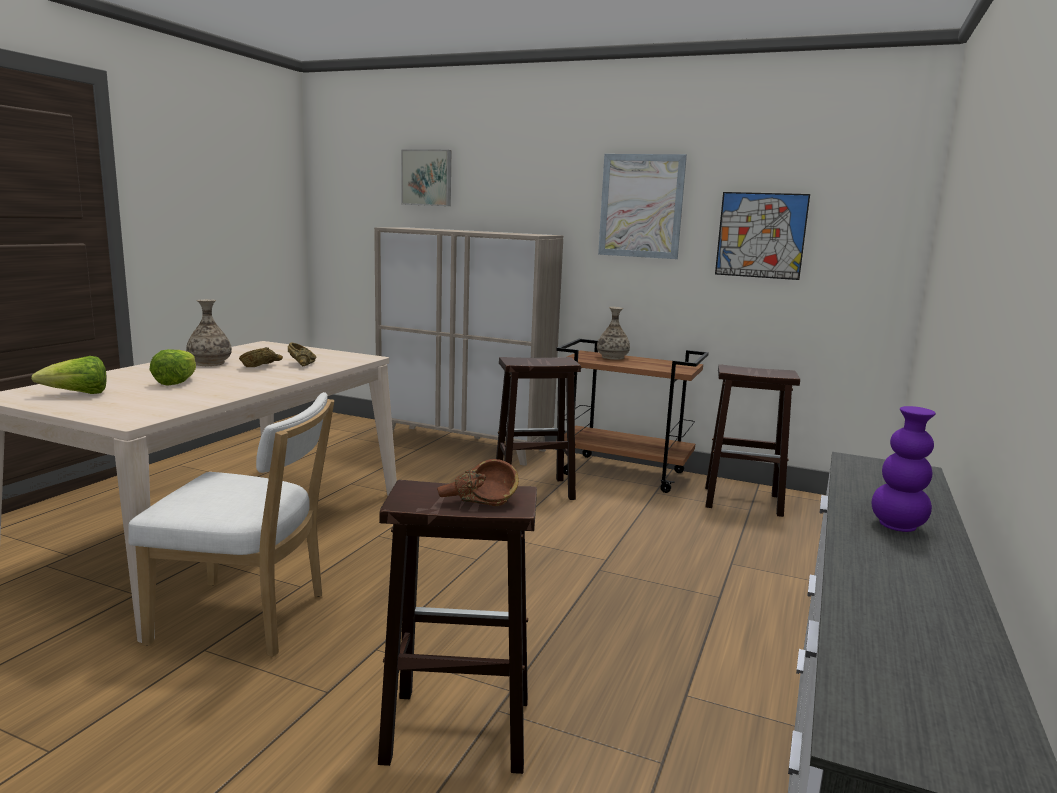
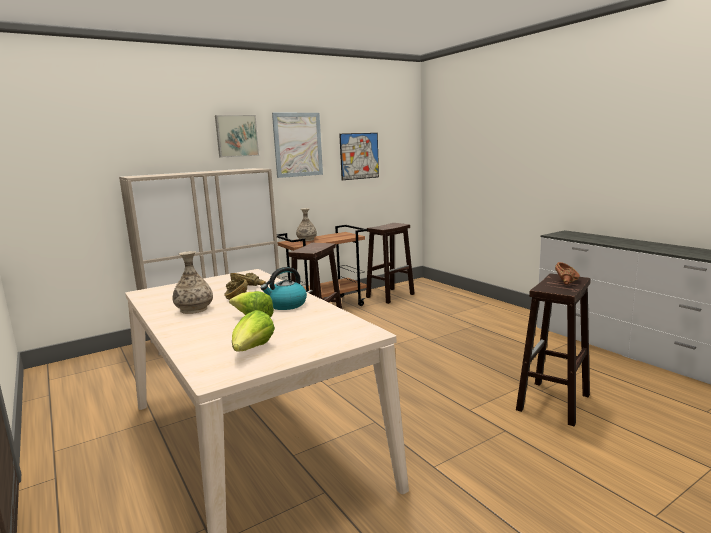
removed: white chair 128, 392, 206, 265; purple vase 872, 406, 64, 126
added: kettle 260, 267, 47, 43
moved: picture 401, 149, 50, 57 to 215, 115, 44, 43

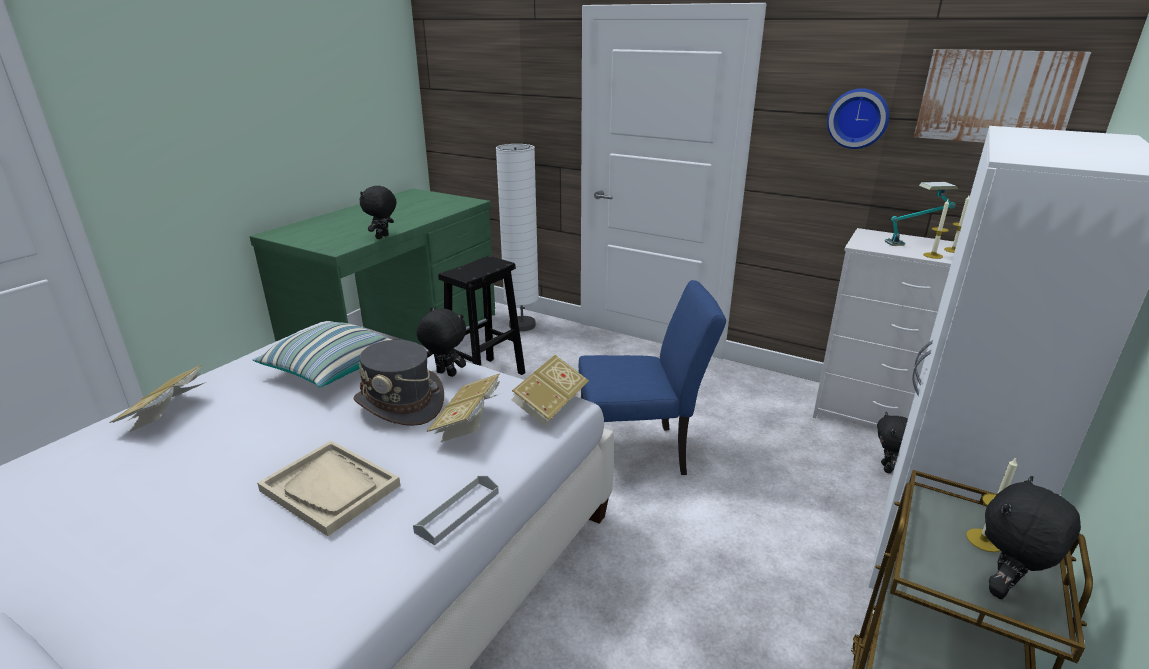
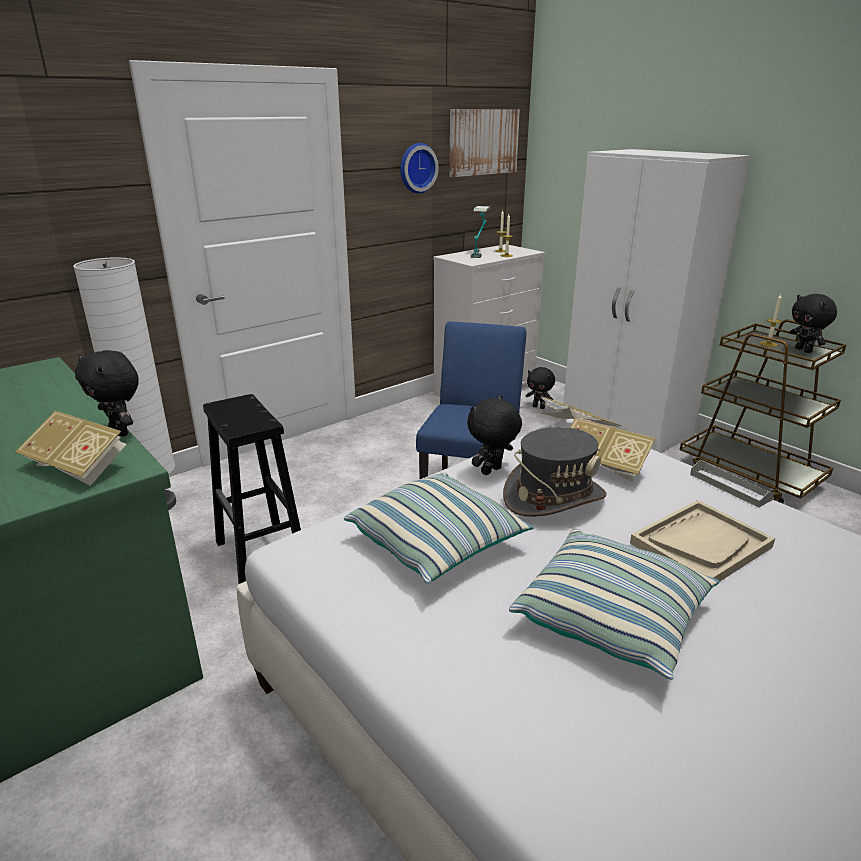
added: pillow 509, 529, 210, 151
moved: book 109, 364, 98, 68 to 15, 411, 111, 75

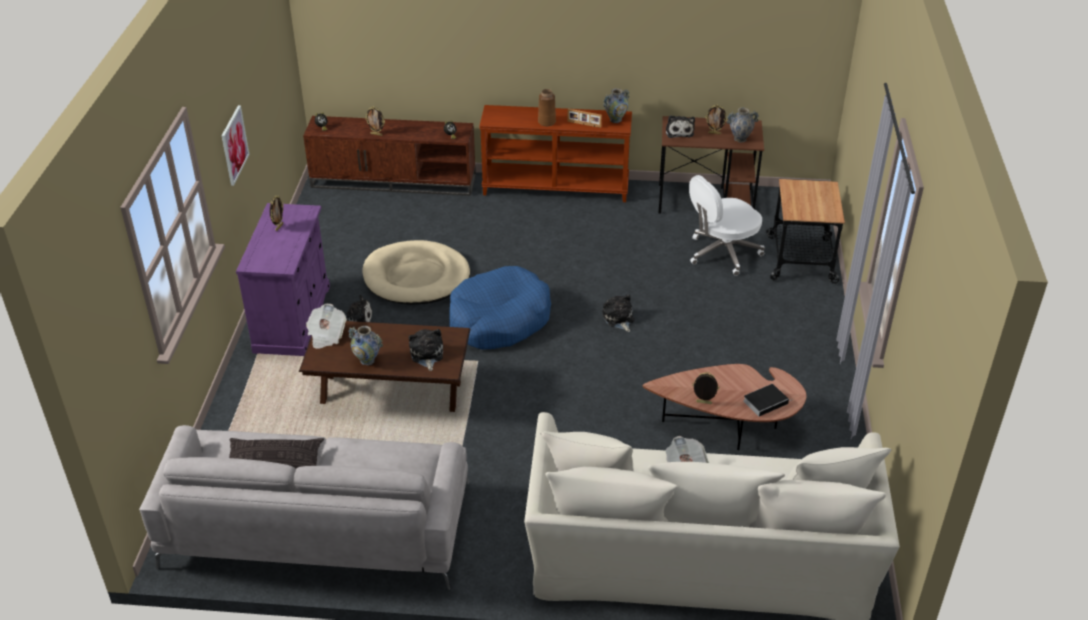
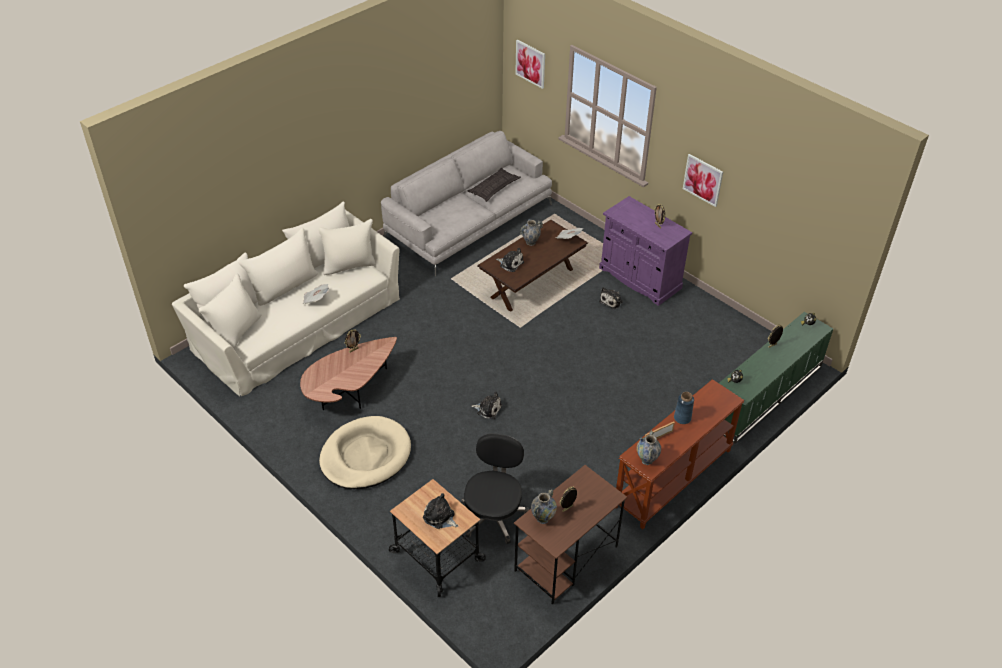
removed: blue dog bed 449, 266, 102, 83; book 743, 384, 49, 33
added: picture 515, 40, 30, 49
moved: plush toy 666, 115, 29, 23 to 423, 493, 35, 36; beige dog bed 362, 240, 108, 65 to 319, 416, 92, 73
recoloured: brown vase 538, 89, 18, 37 to blue vase 674, 392, 20, 32; brown tv stand 303, 116, 173, 80 to green tv stand 719, 312, 114, 132; white office chair 689, 175, 76, 101 to black office chair 461, 433, 68, 111

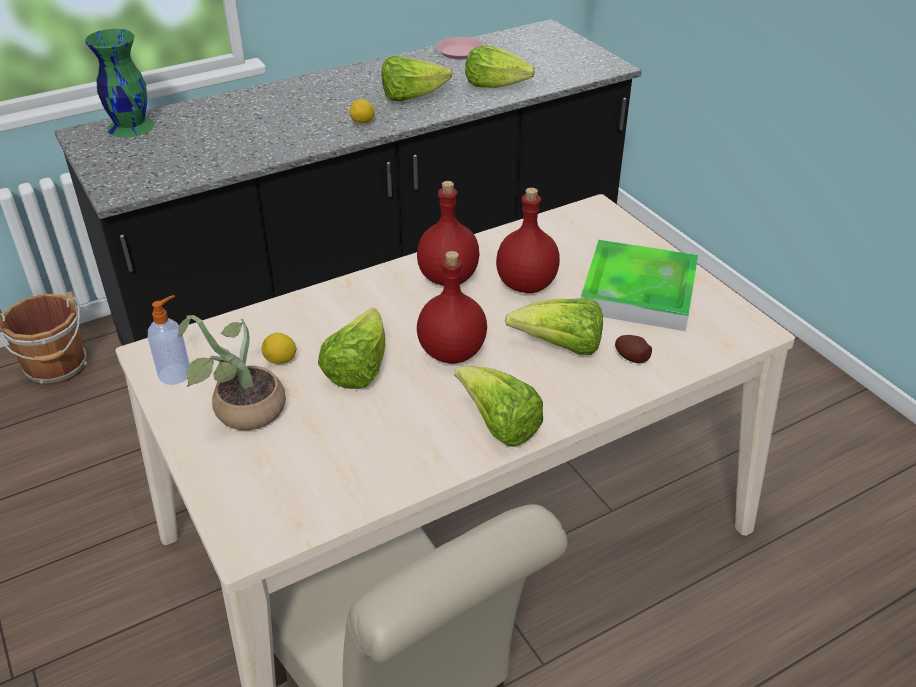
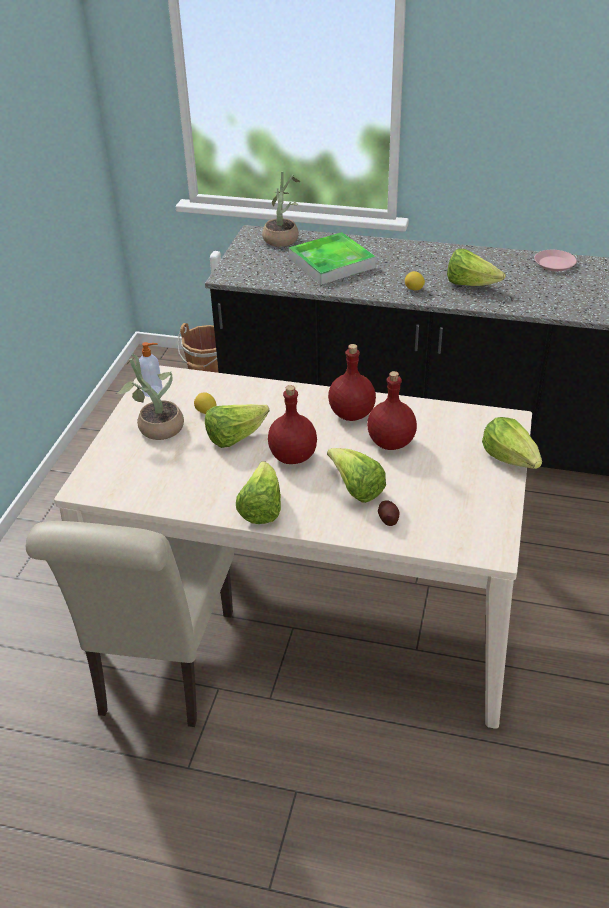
moved: lettuce 465, 45, 70, 43 to 482, 417, 60, 52; tray 581, 240, 117, 91 to 289, 232, 87, 53
replaced: green vase 85, 29, 69, 108 to potted plant 262, 172, 39, 75

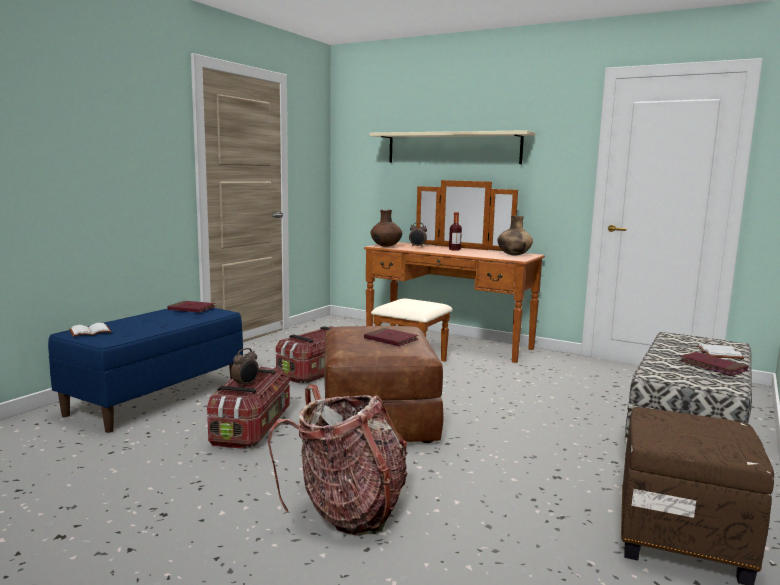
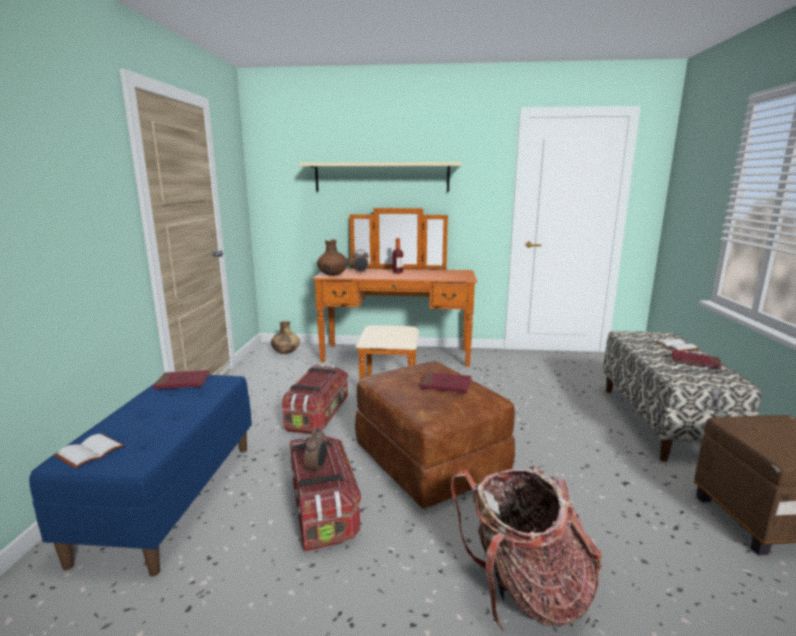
moved: brown vase 498, 216, 35, 40 to 271, 321, 29, 33

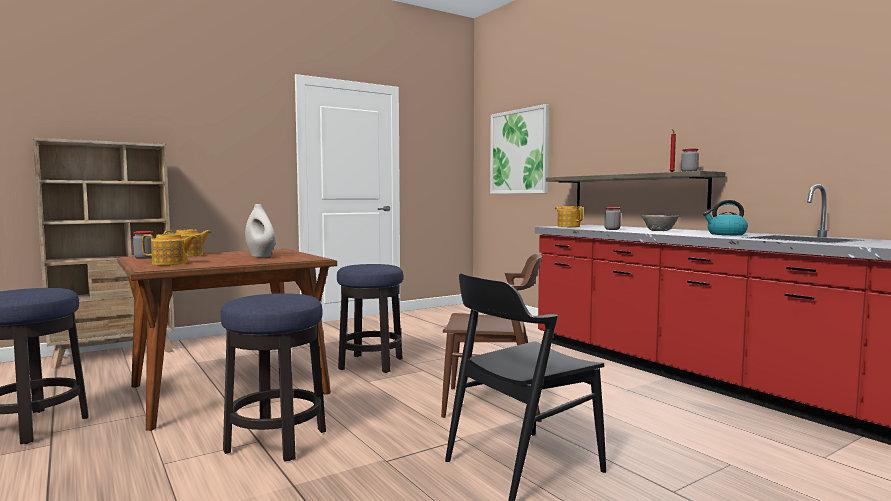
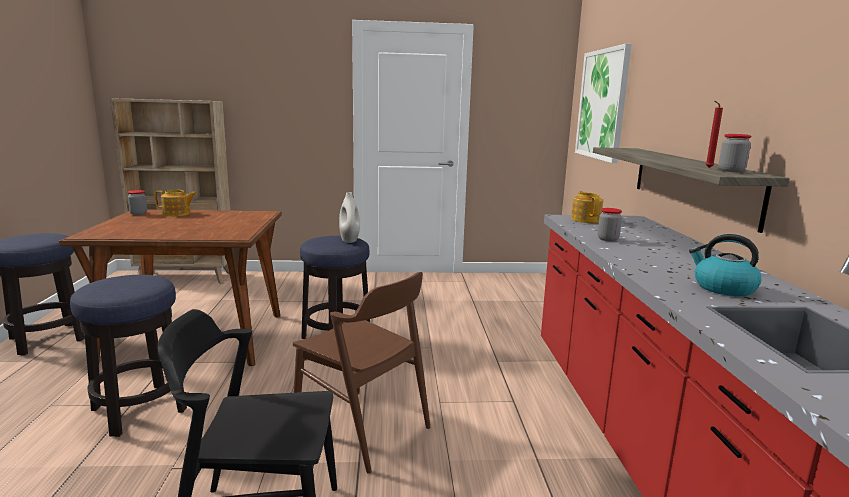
removed: grey bowl 641, 215, 38, 16; teapot 142, 234, 55, 31
moved: white vase 245, 204, 31, 53 to 339, 192, 21, 51

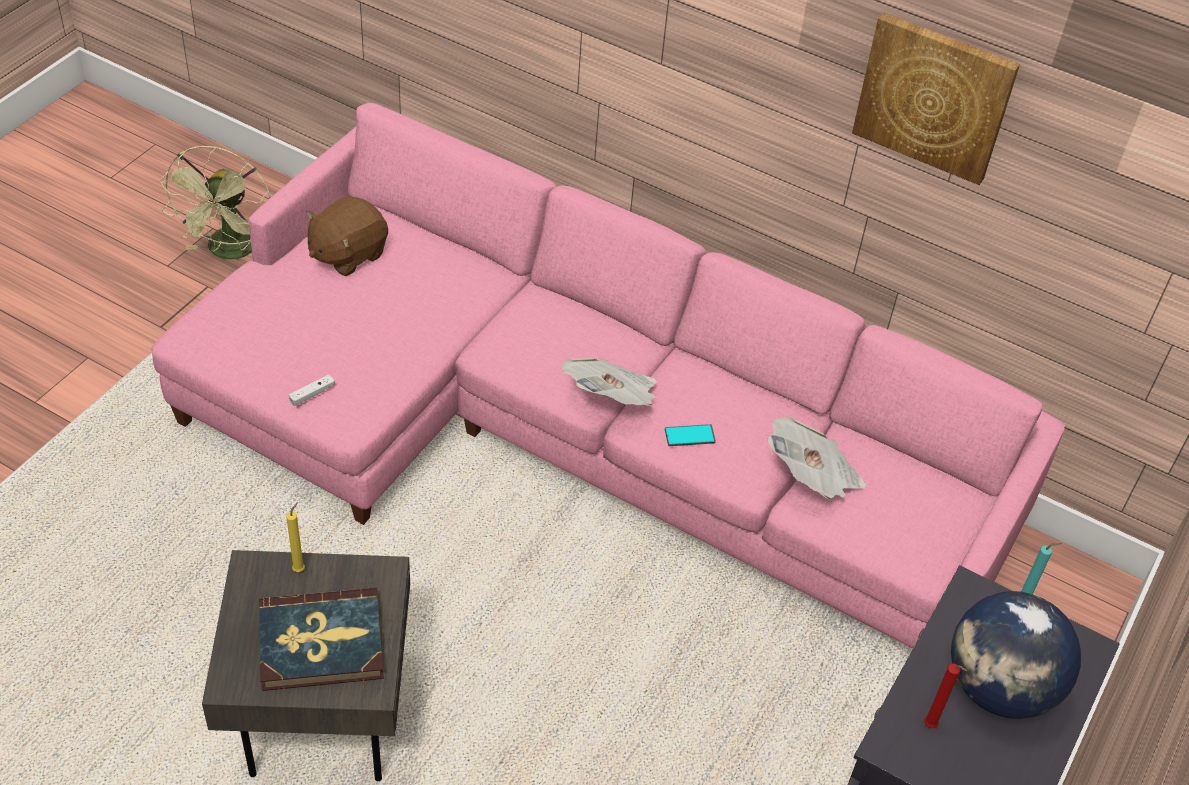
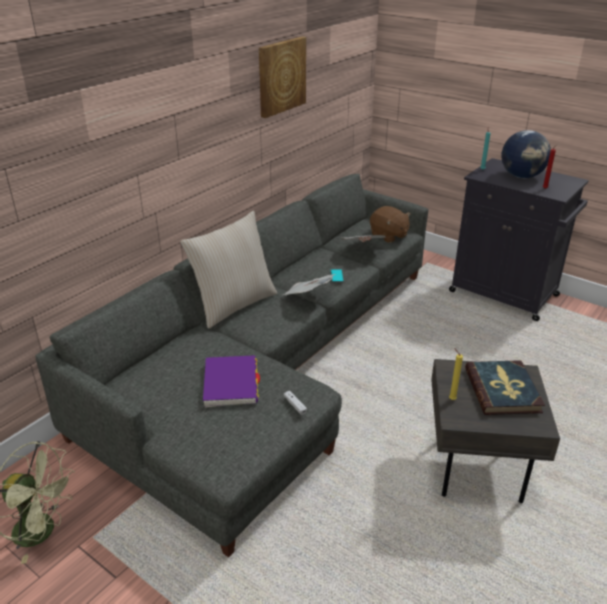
added: beige pillow 180, 211, 98, 118; purple book 203, 355, 57, 53
moved: brown plush toy 306, 196, 82, 80 to 370, 206, 41, 37
recoloured: pink sofa 151, 103, 914, 546 to grey sofa 35, 174, 394, 384

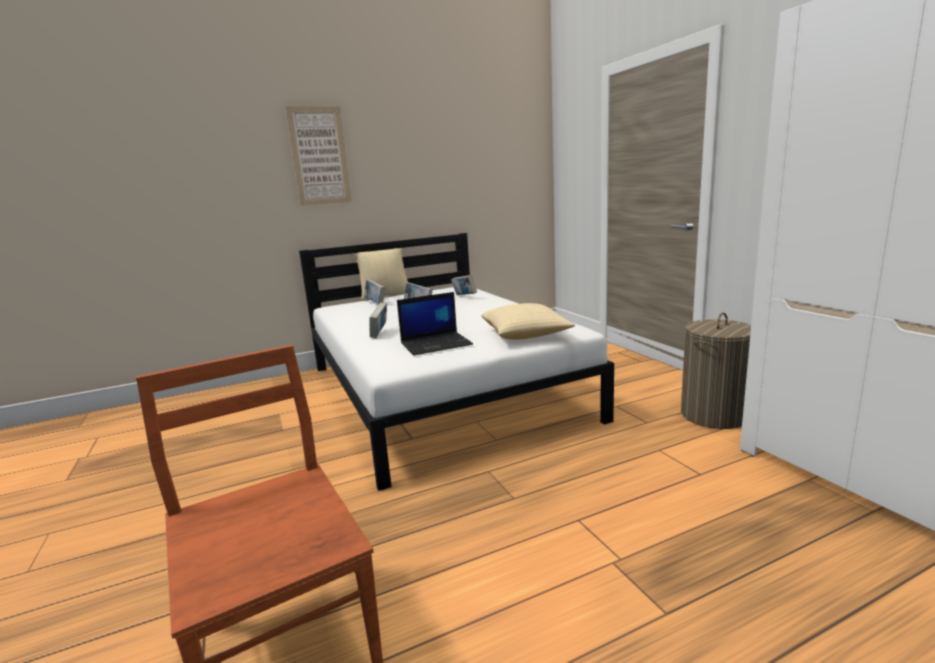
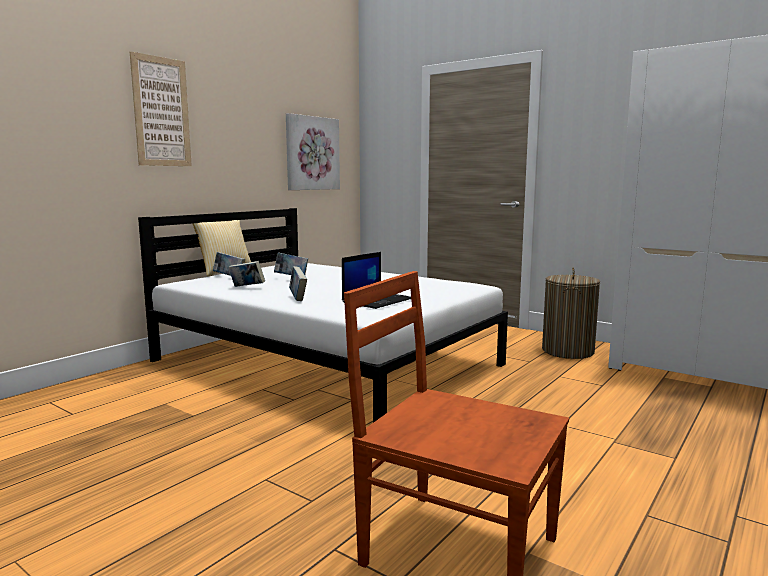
removed: pillow 482, 303, 93, 37
added: picture 286, 113, 54, 77
moved: book 451, 275, 26, 20 to 228, 261, 37, 26

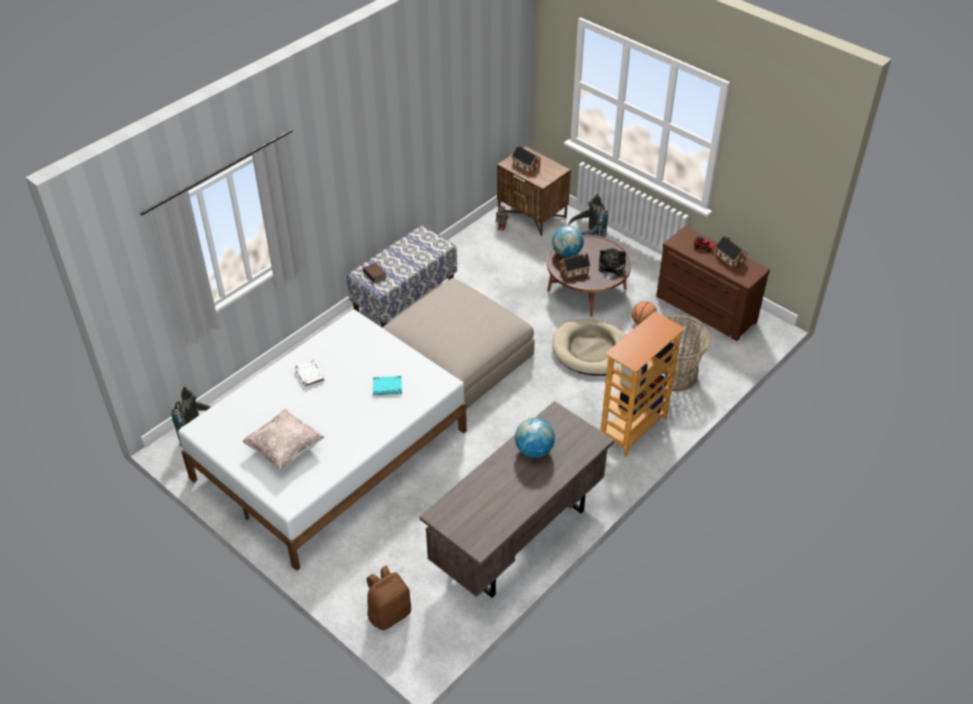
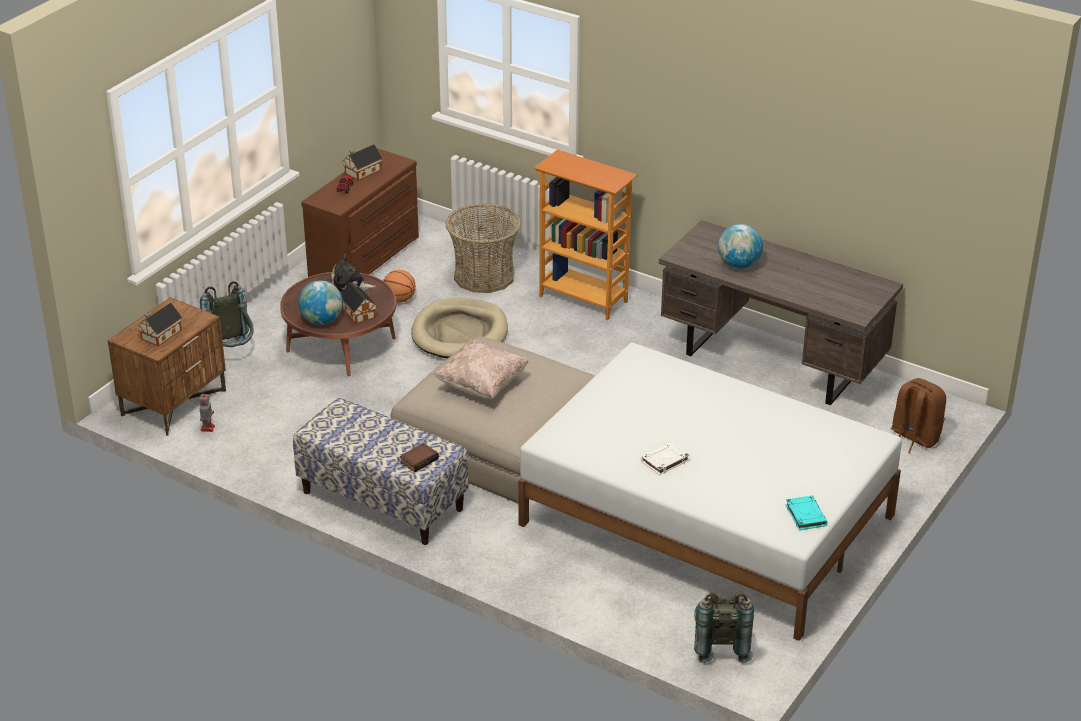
moved: turquoise book 373, 376, 29, 19 to 785, 495, 43, 35; beige pillow 243, 408, 81, 62 to 434, 340, 96, 59

